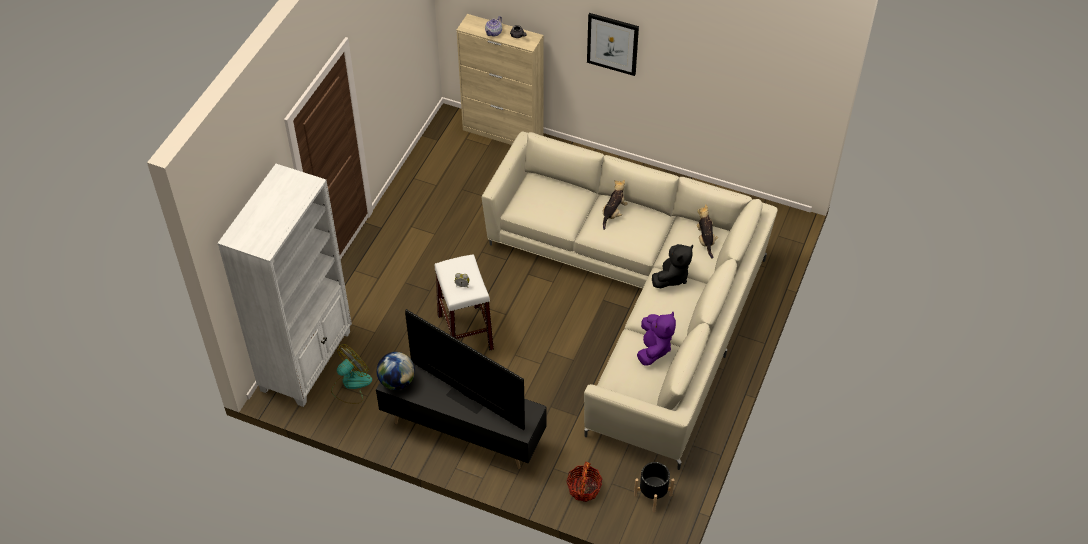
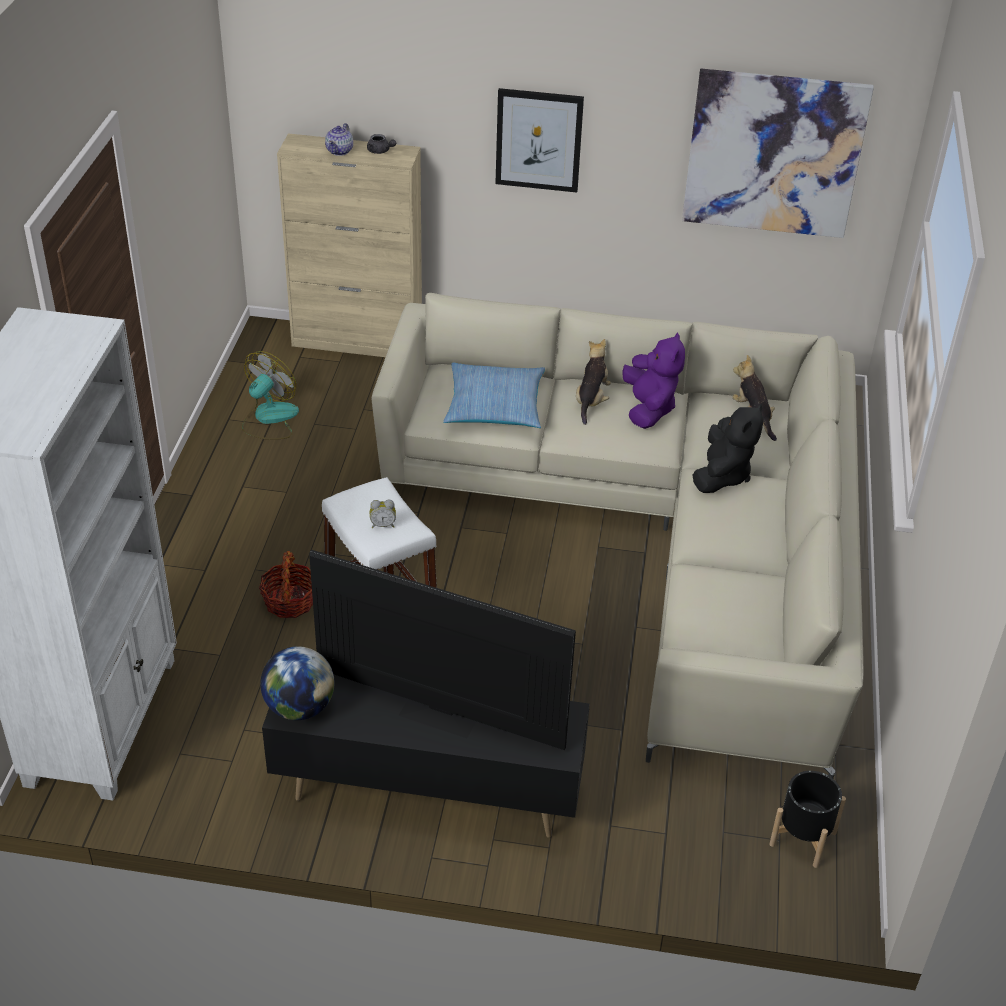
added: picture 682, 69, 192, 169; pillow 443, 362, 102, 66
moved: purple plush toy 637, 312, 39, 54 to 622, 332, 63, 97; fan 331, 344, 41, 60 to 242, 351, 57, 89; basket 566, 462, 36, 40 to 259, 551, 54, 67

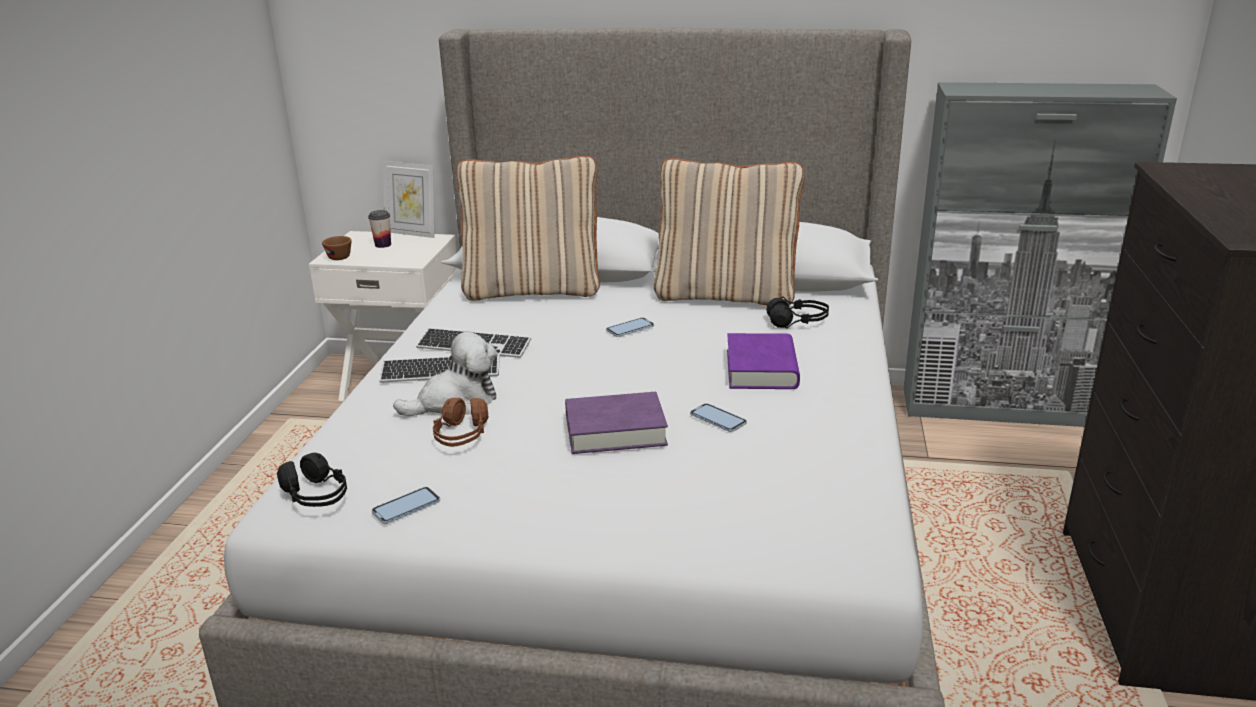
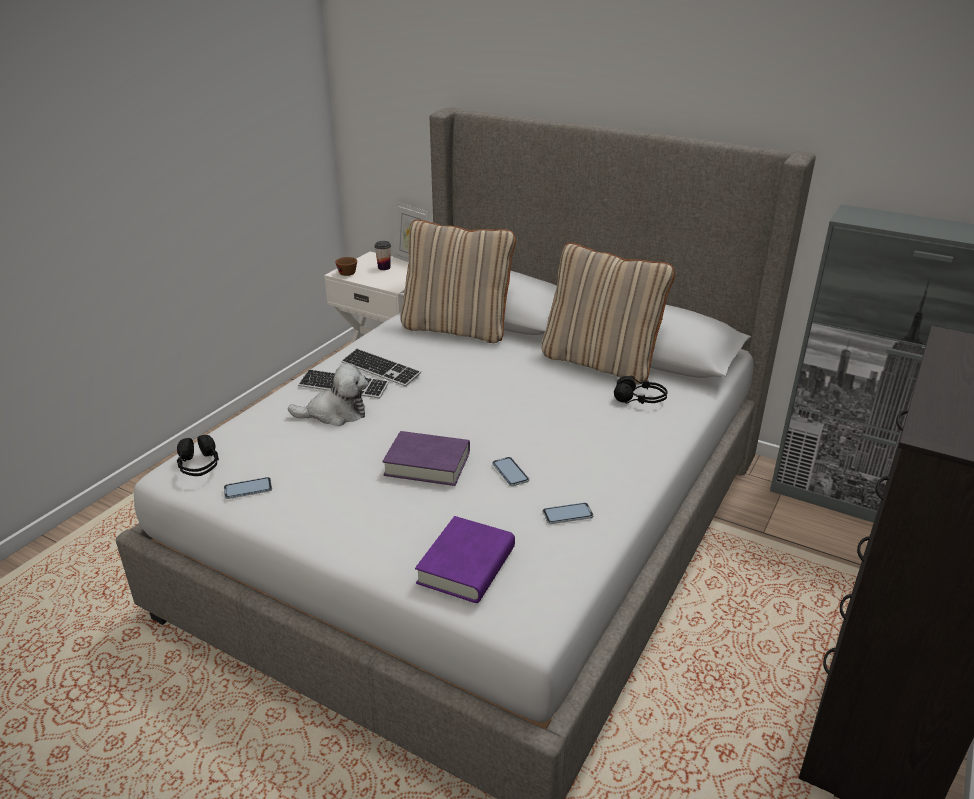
removed: brown headphones 433, 398, 55, 49
moved: phone 606, 318, 48, 19 to 543, 503, 50, 21; purple book 727, 333, 73, 56 to 415, 516, 100, 87

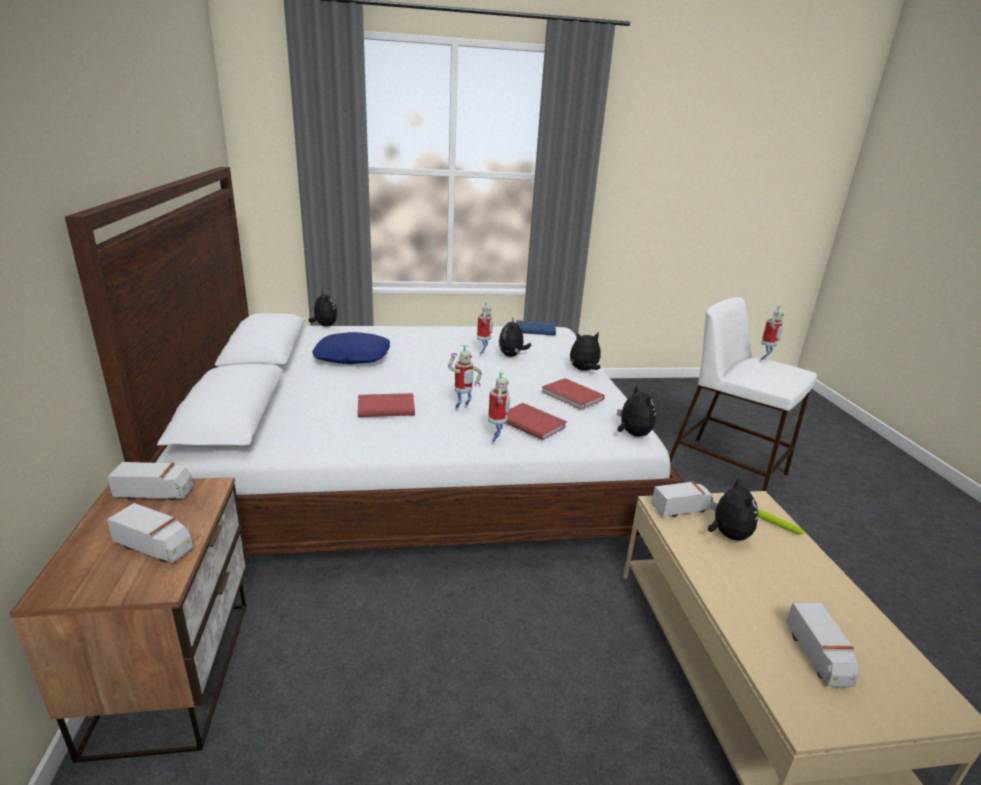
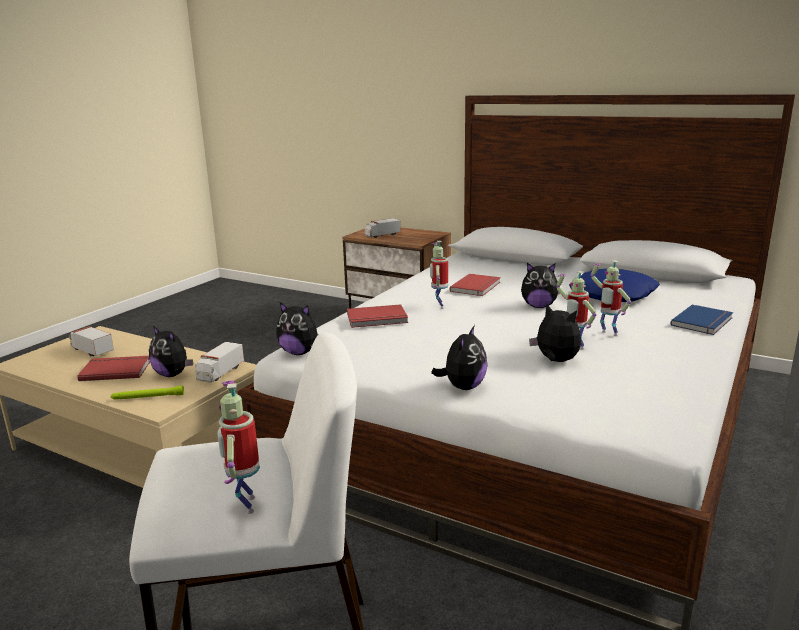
removed: toy truck 107, 462, 87, 39
moved: plush toy 309, 290, 29, 36 to 521, 263, 39, 45; blue book 516, 320, 40, 16 to 670, 304, 63, 31; toy robot 488, 371, 22, 74 to 591, 260, 40, 76; red book 541, 378, 64, 32 to 77, 356, 73, 25

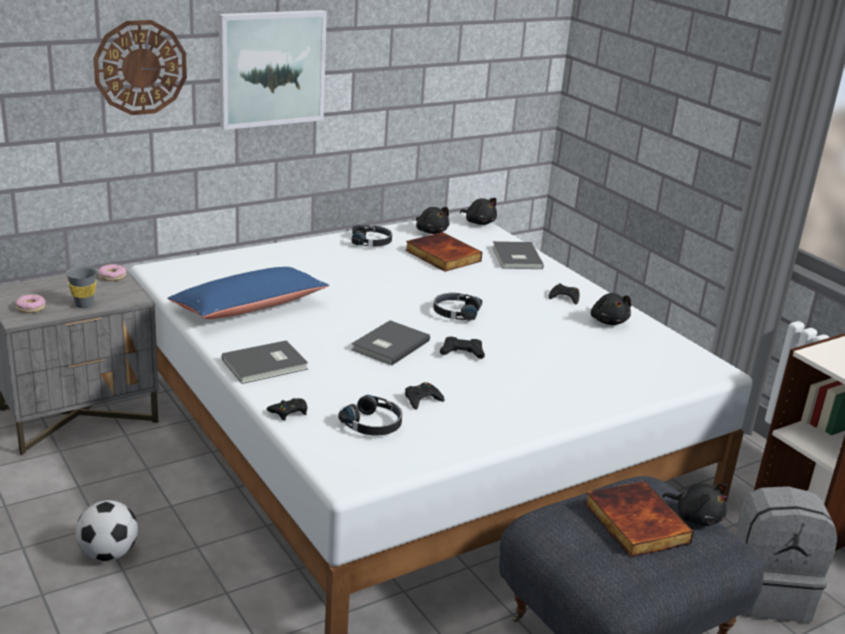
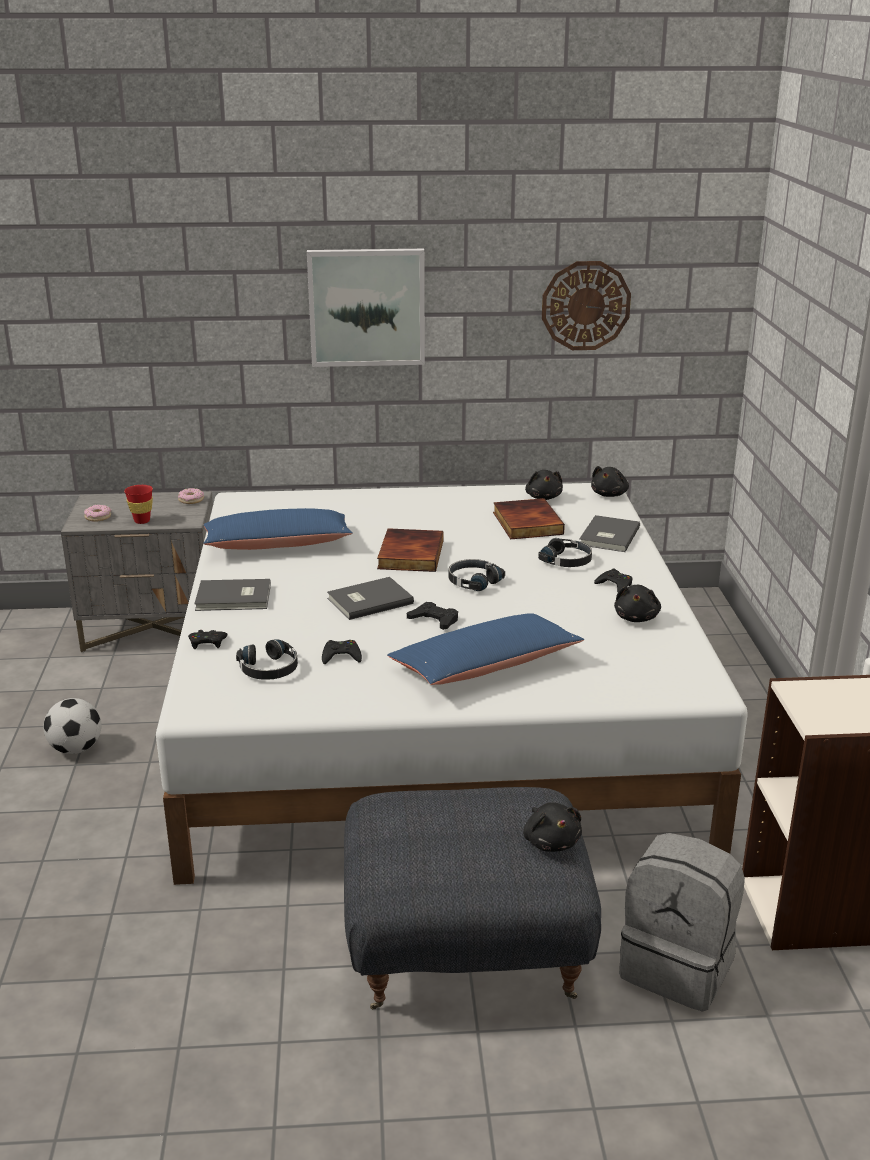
added: blue pillow 387, 613, 197, 72
moved: wall clock 93, 20, 94, 95 to 542, 261, 89, 89; black headphones 352, 225, 40, 21 to 538, 538, 54, 29; book 585, 481, 109, 76 to 377, 528, 66, 44
recoloured: grey cup 66, 267, 31, 41 to red cup 124, 485, 29, 39
turned: black plush toy 460, 198, 37, 27 = 591, 466, 38, 31 45 degrees clockwise

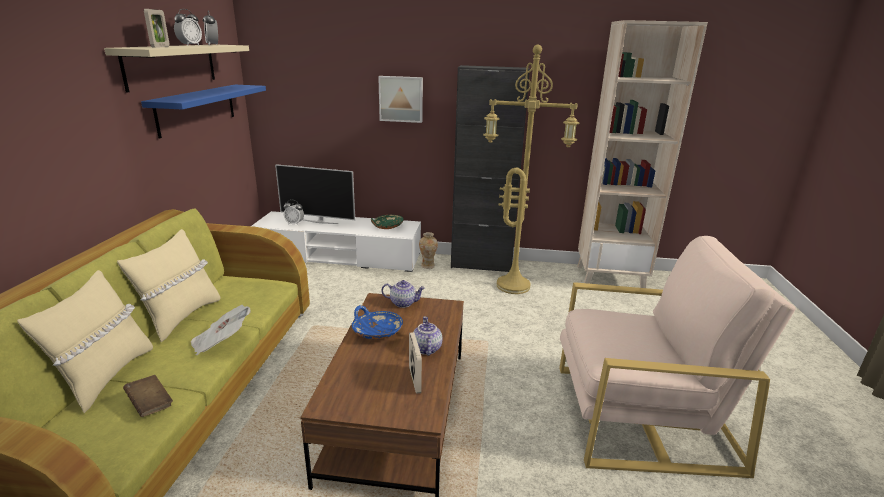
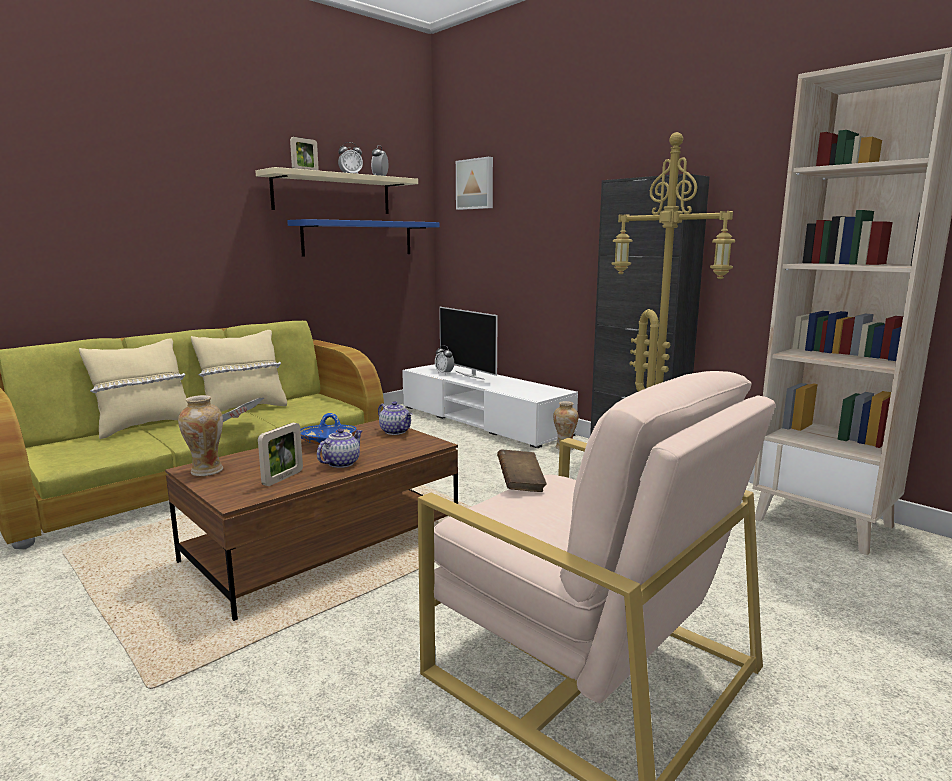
removed: green bowl 371, 215, 32, 14
added: vase 178, 395, 45, 81
moved: picture 378, 76, 45, 47 to 456, 157, 37, 53; brown book 123, 375, 50, 42 to 497, 449, 49, 43

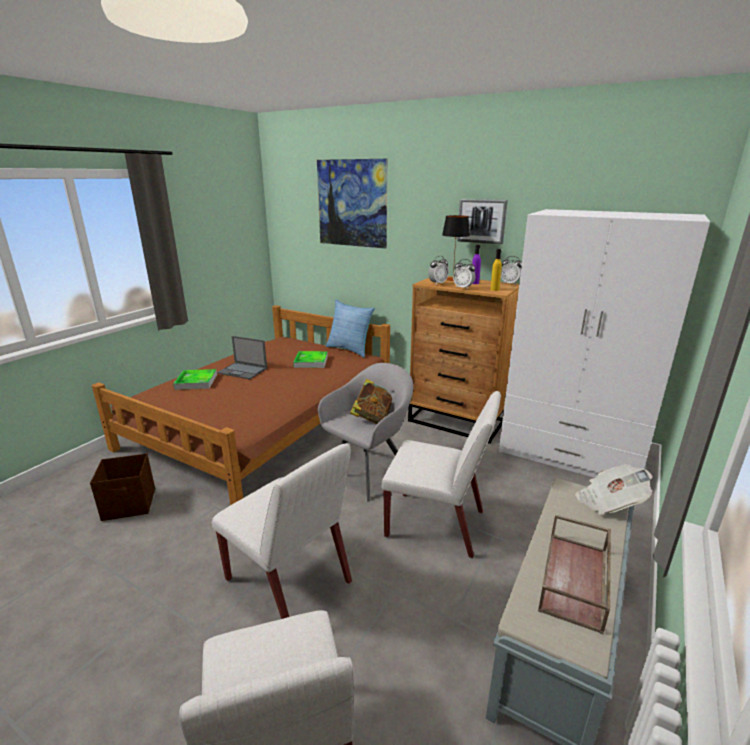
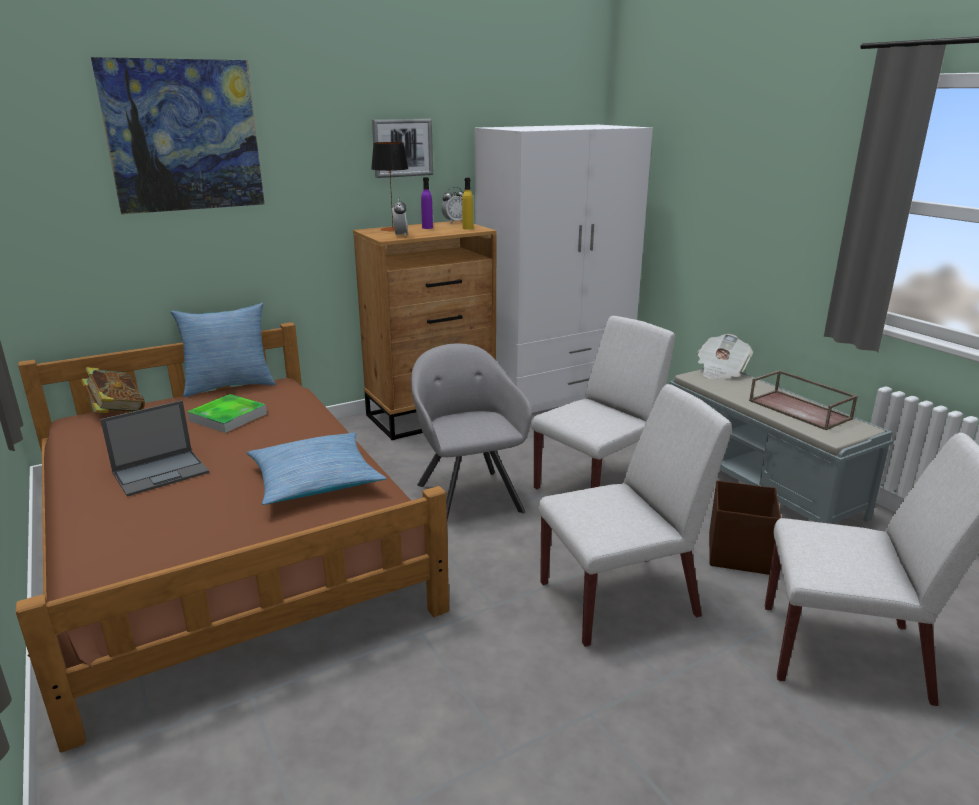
removed: alarm clock 453, 259, 23, 31; tray 173, 369, 44, 21
added: pillow 247, 433, 139, 72
moved: book 350, 379, 42, 45 to 81, 367, 64, 46; brown storage box 90, 453, 65, 68 to 709, 481, 72, 94

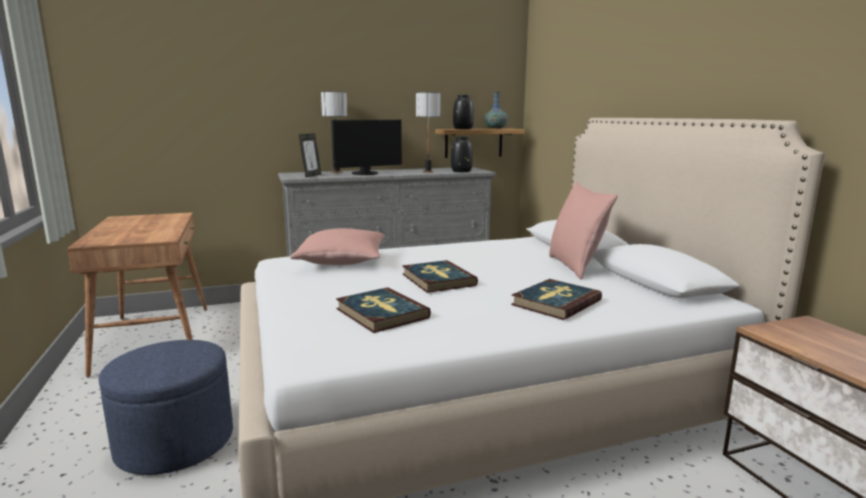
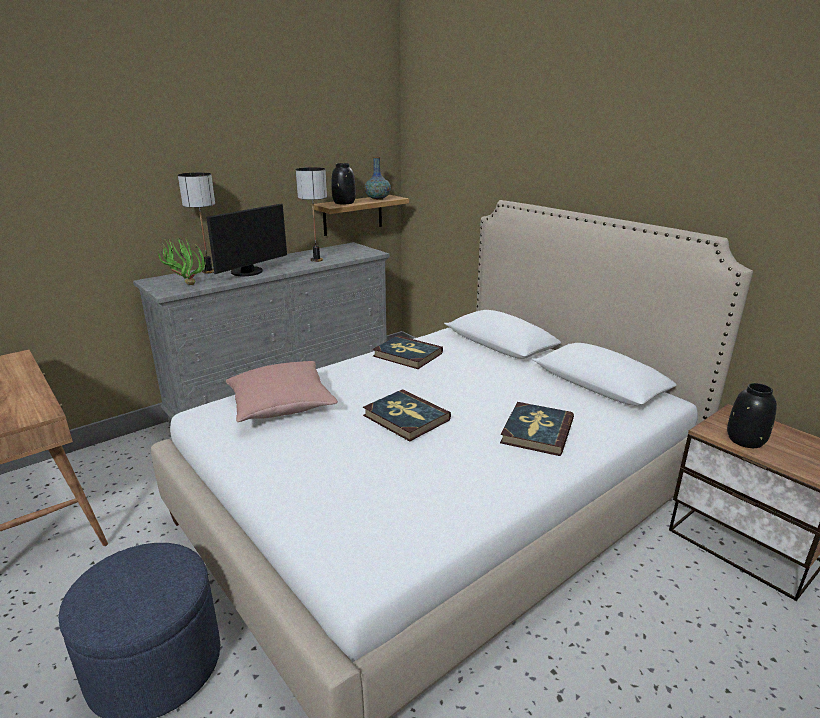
removed: pink pillow 549, 182, 68, 97
moved: black vase 451, 137, 22, 35 to 727, 383, 50, 65; book 336, 287, 95, 46 to 373, 335, 70, 34
replaced: picture frame 299, 133, 22, 44 to potted plant 157, 238, 49, 47

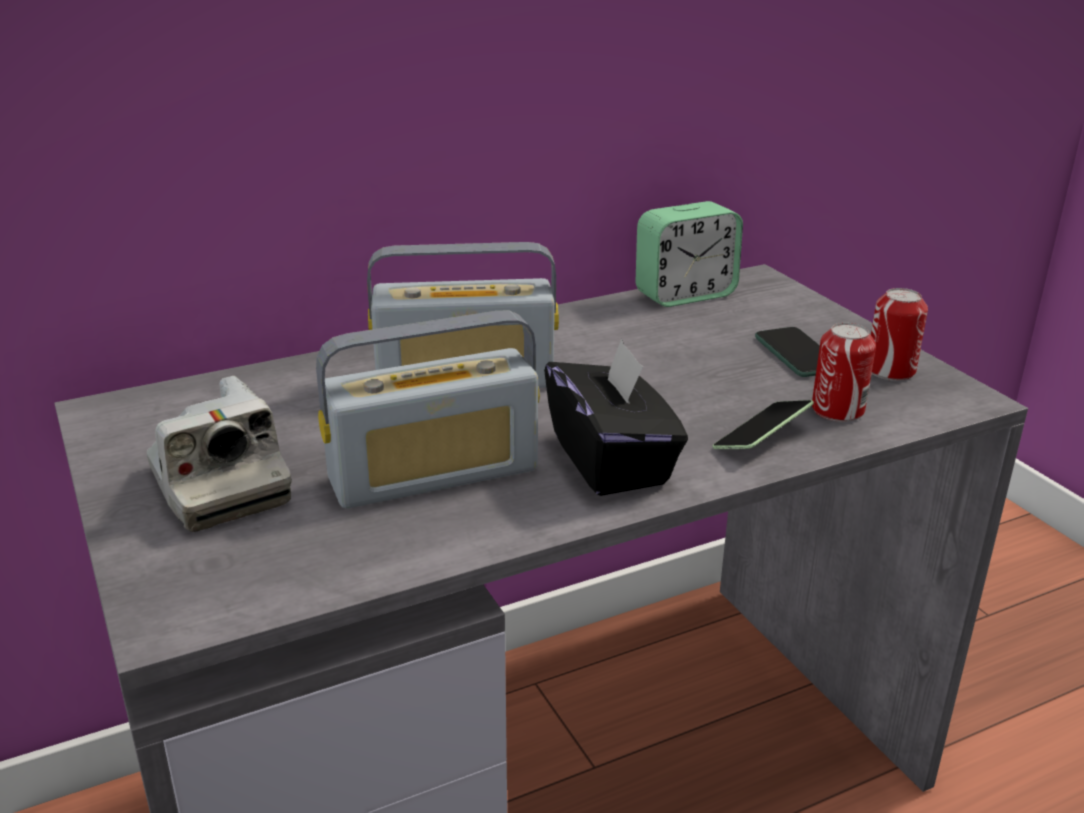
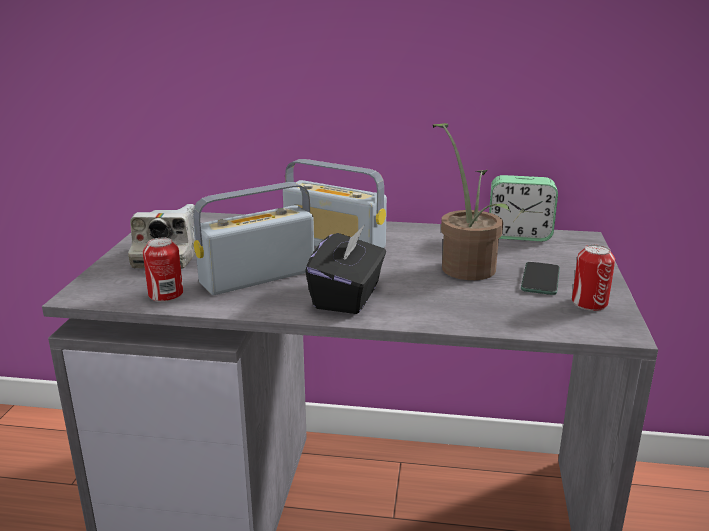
removed: phone 713, 400, 101, 49
added: potted plant 433, 123, 78, 157
moved: can 812, 323, 64, 99 to 143, 238, 40, 64
turned: radio 316, 311, 224, 197 = 193, 182, 121, 113 135 degrees clockwise

